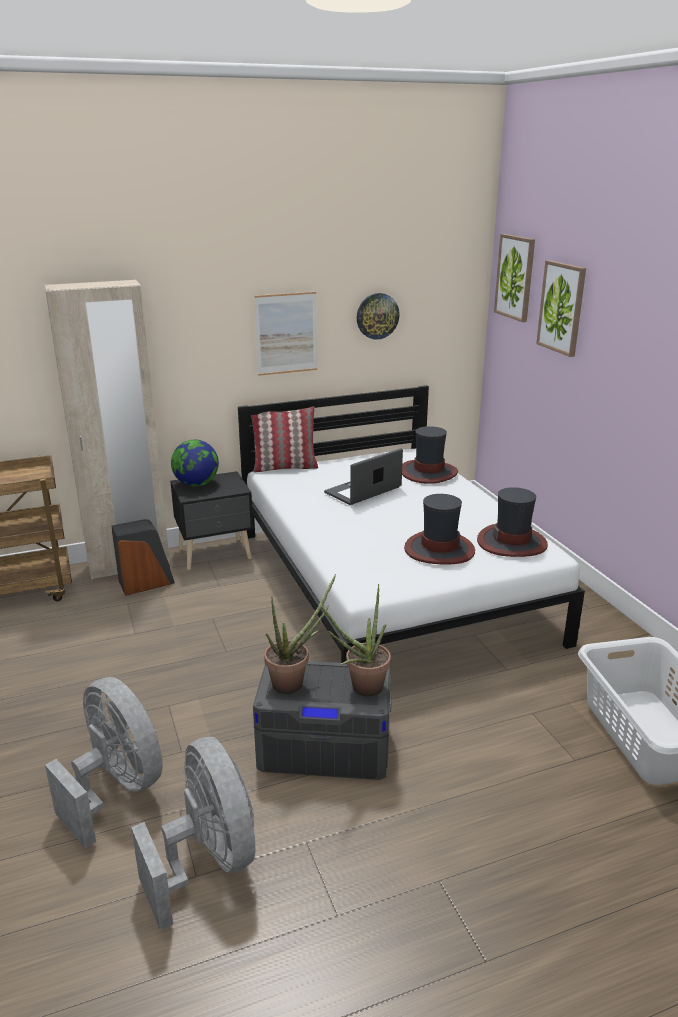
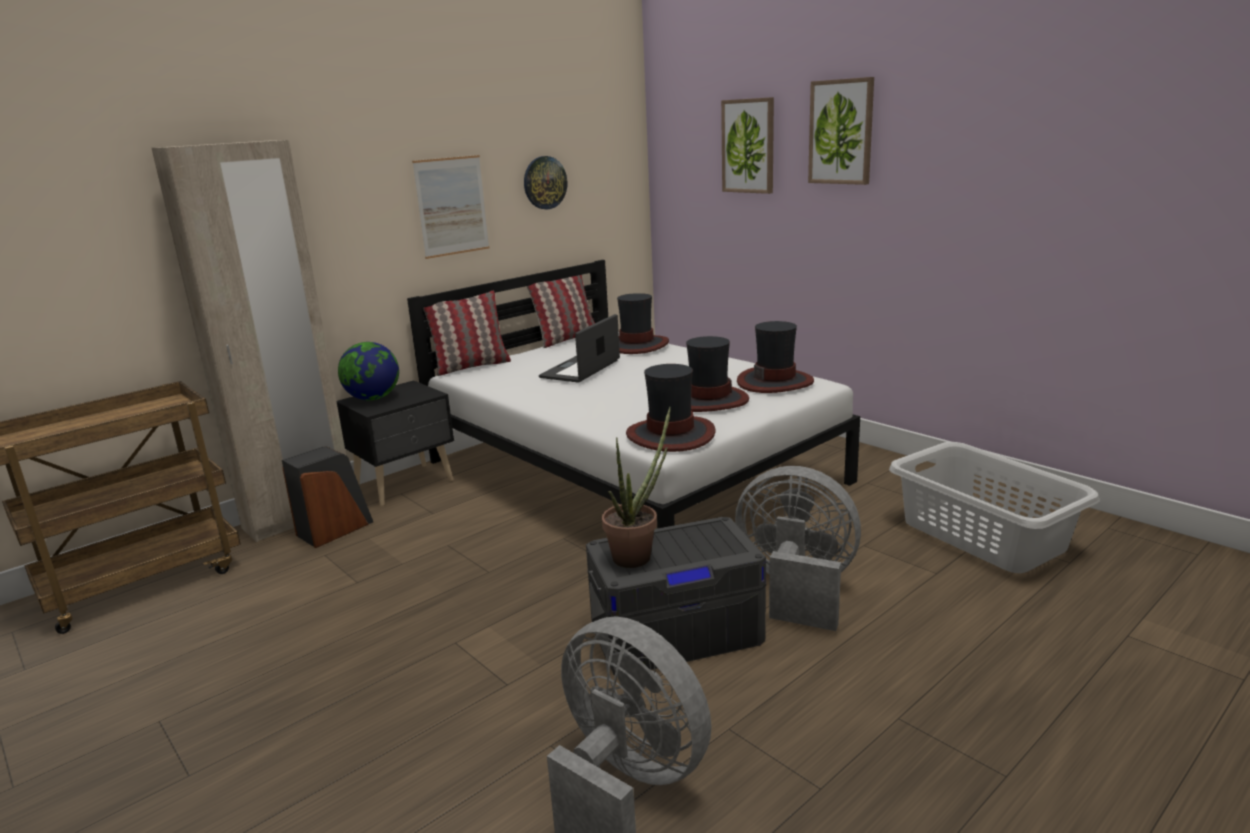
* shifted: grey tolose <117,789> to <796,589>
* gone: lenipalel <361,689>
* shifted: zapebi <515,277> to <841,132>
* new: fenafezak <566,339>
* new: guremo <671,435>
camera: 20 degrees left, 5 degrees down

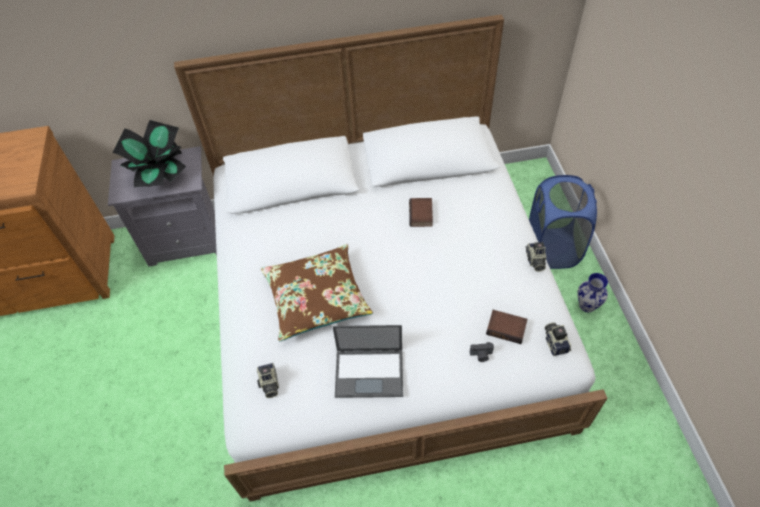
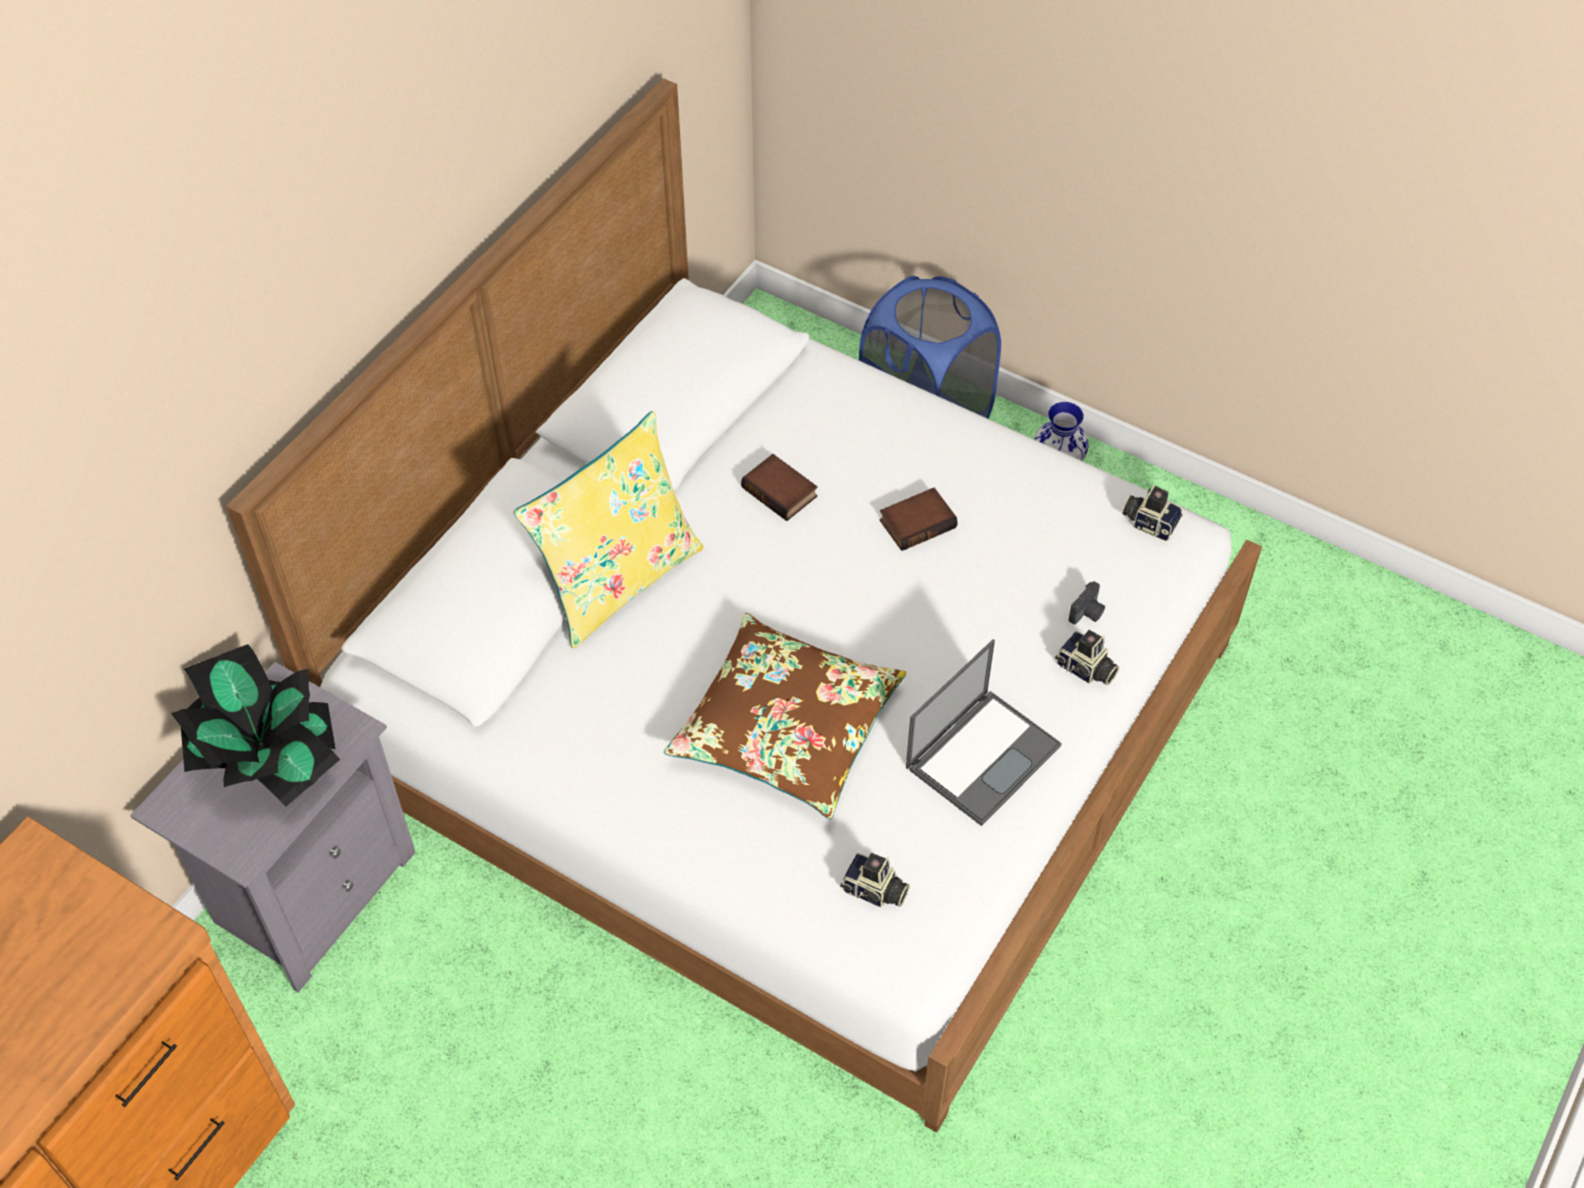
* shifted: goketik <507,328> to <917,522>
* shifted: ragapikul <534,261> to <1086,670>
* new: yellow fenafezak <618,580>
camera: 50 degrees left, 0 degrees up

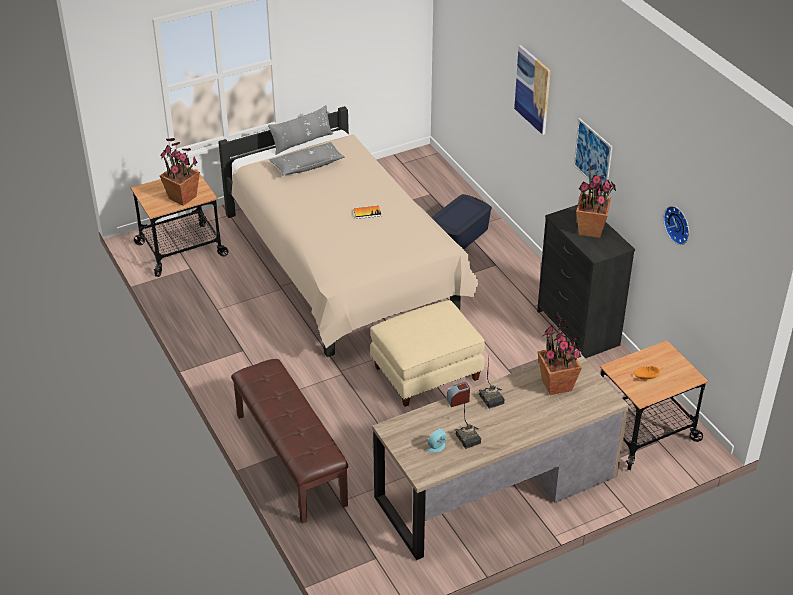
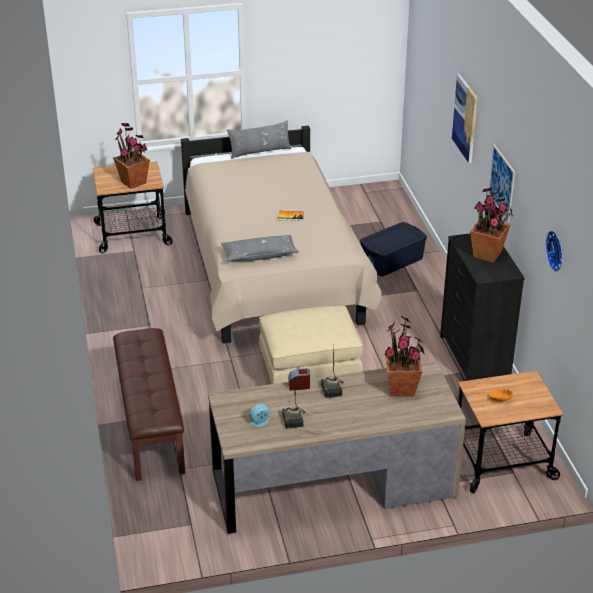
* shifted: grey fenafezak <307,165> to <259,254>
camera: 15 degrees right, 5 degrees down

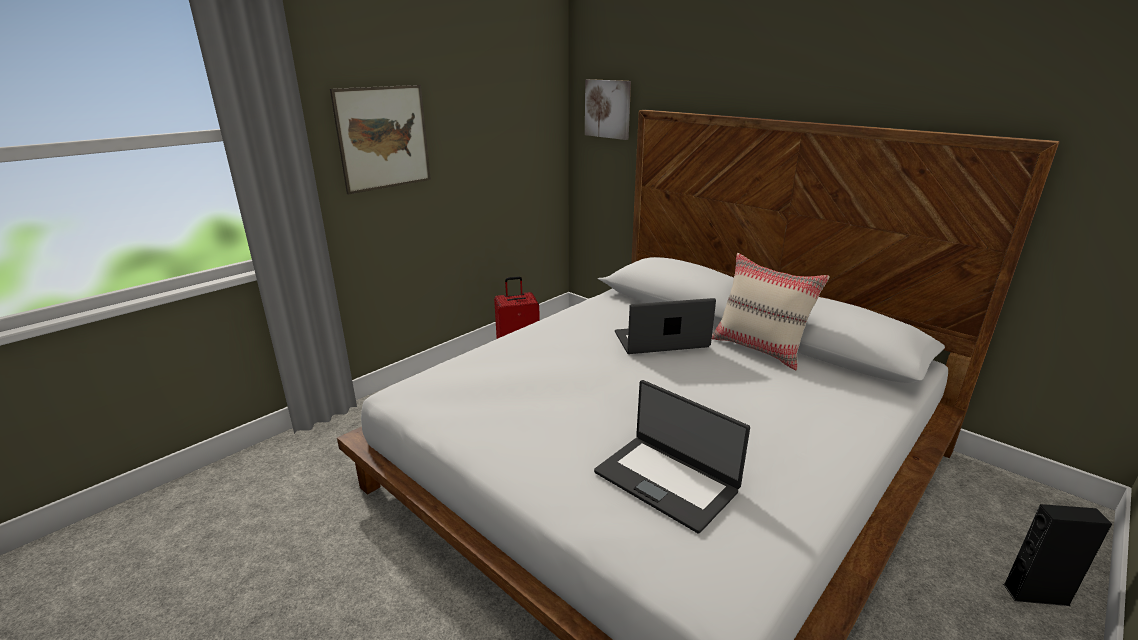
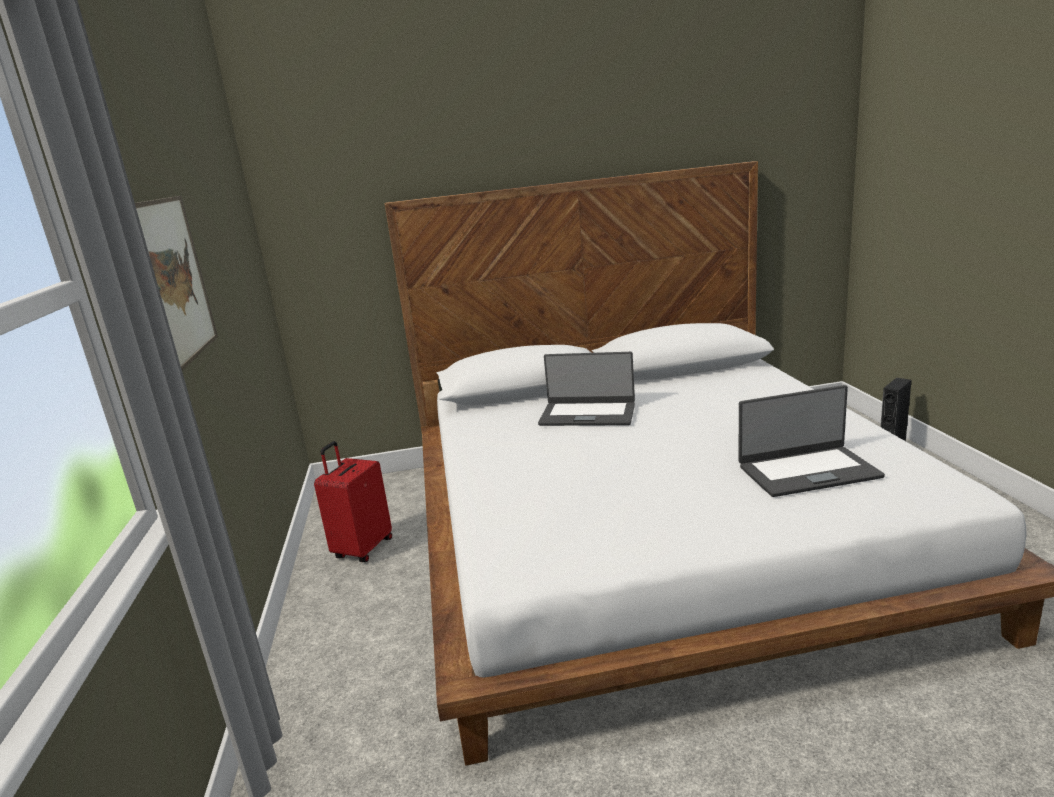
* gone: zapebi <608,109>
* rotated: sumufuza <661,341> = <587,414> 105 degrees counterclockwise
* gone: beige fenafezak <759,349>
camera: 50 degrees left, 5 degrees down

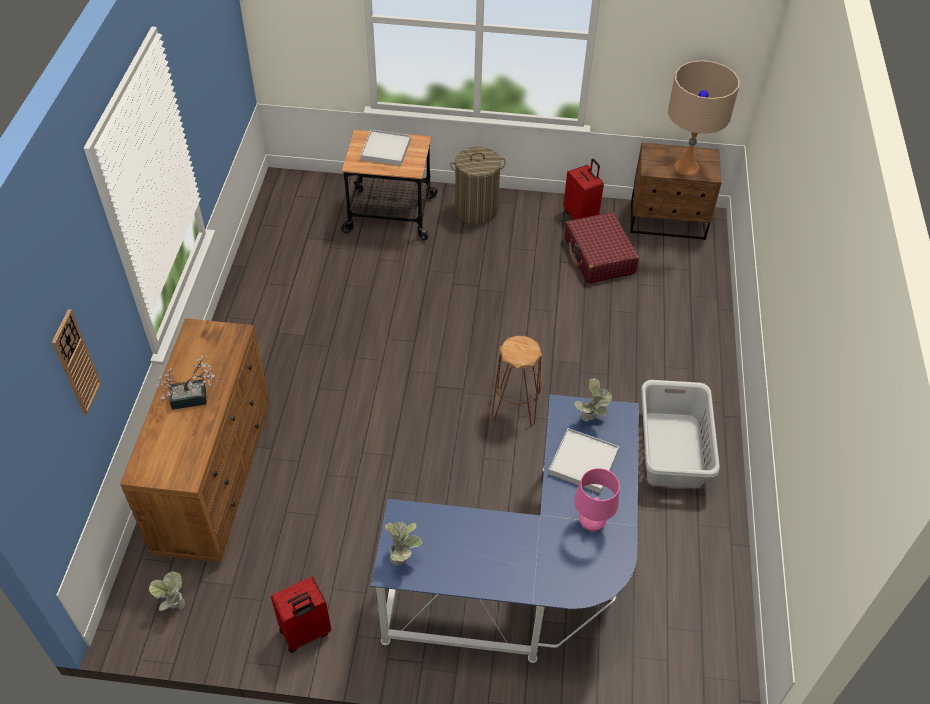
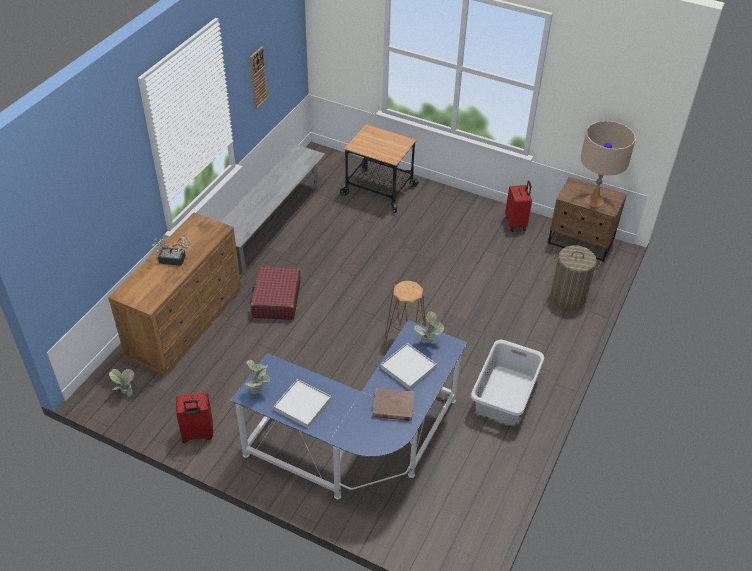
* shifted: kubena <76,363> to <258,78>
* shifted: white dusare <386,150> to <302,405>
* shifted: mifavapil <476,210> to <568,296>
* shifted: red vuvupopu <599,256> to <276,300>
* swapped: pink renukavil <591,523> to brown goketik <393,406>
* new: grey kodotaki <272,223>
camera: 20 degrees right, 5 degrees down

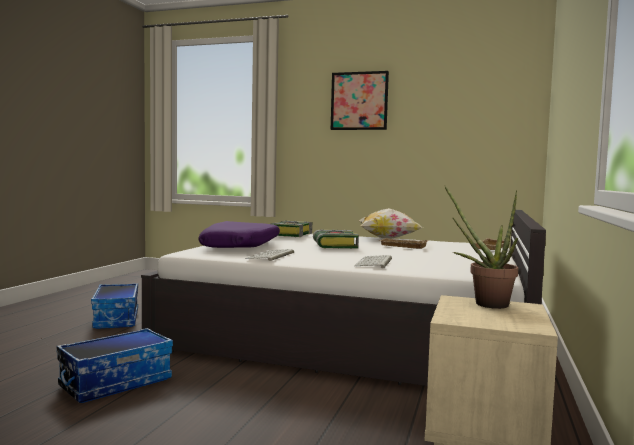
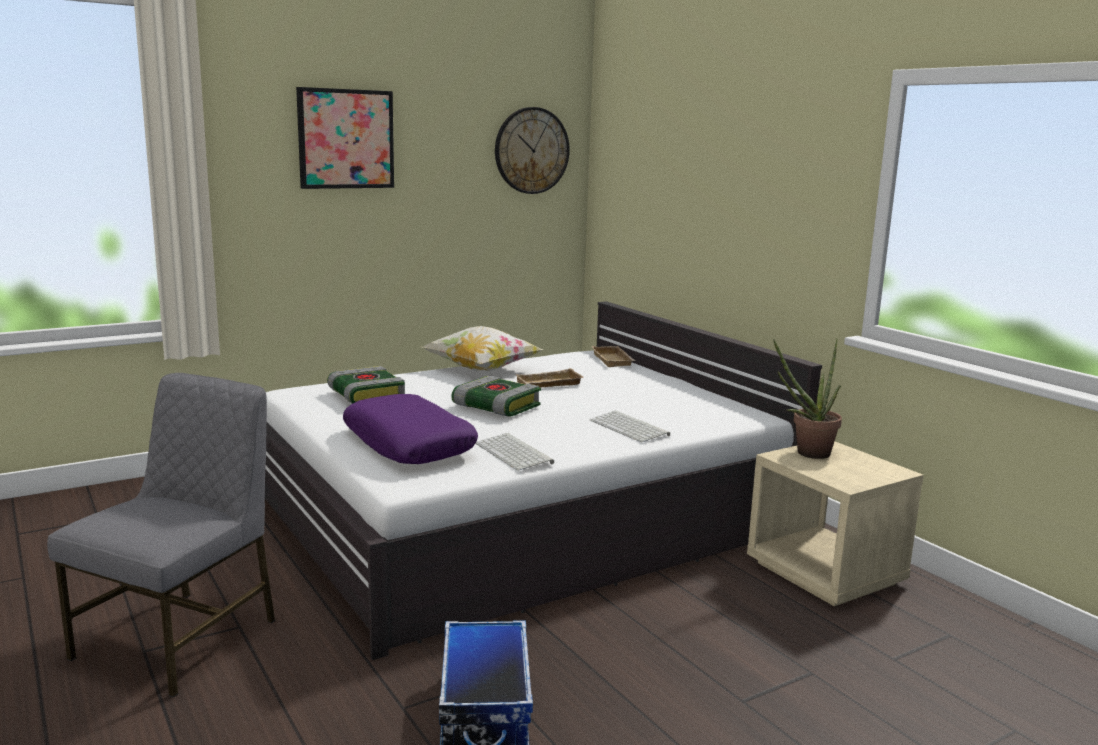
* swapped: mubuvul <117,319> to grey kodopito <181,638>
* new: kubena <531,150>
camera: 50 degrees left, 10 degrees up

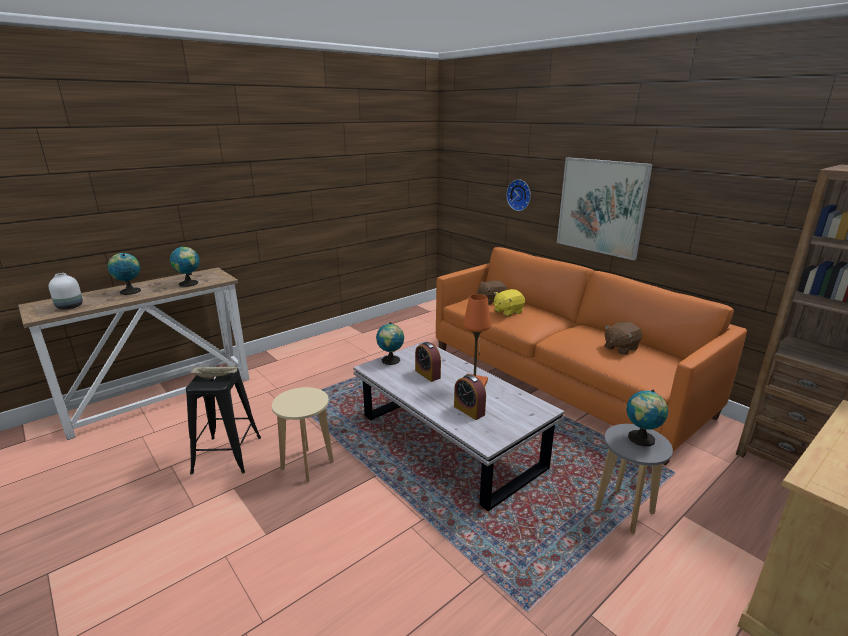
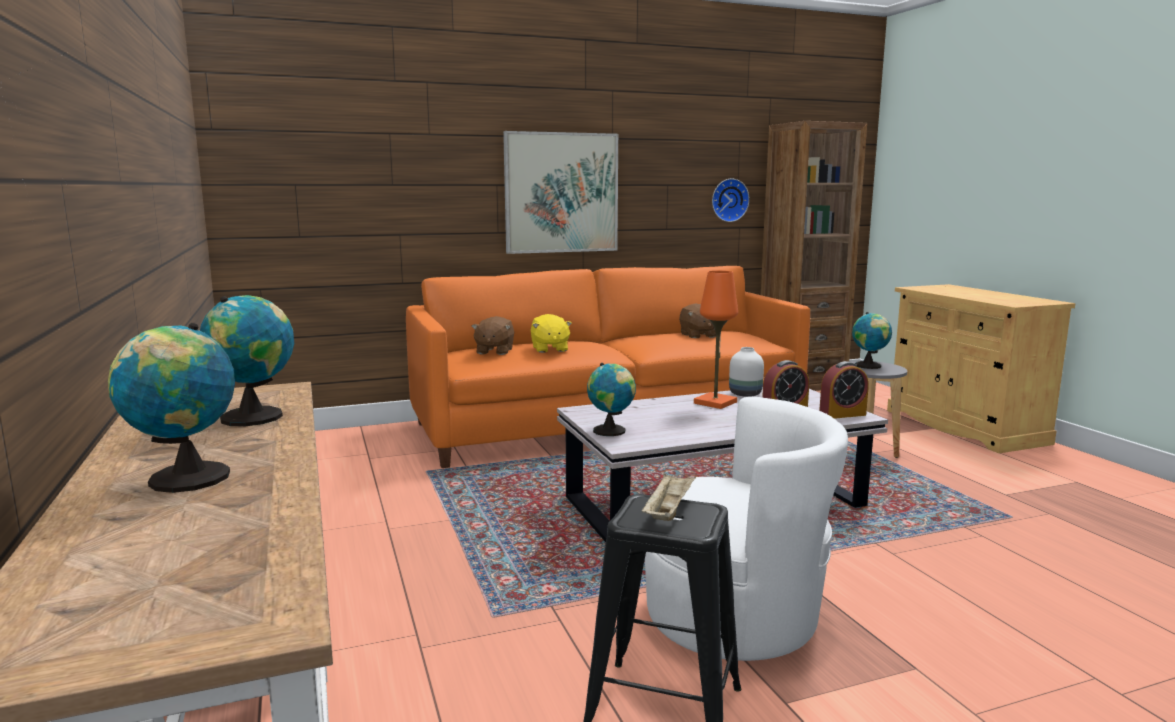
* shifted: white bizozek <69,307> to <745,394>
* swapped: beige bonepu <307,465> to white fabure <735,617>
* shifted: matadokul <427,374> to <842,414>
* shifted: kubena <520,195> to <728,200>
camera: 70 degrees left, 10 degrees down

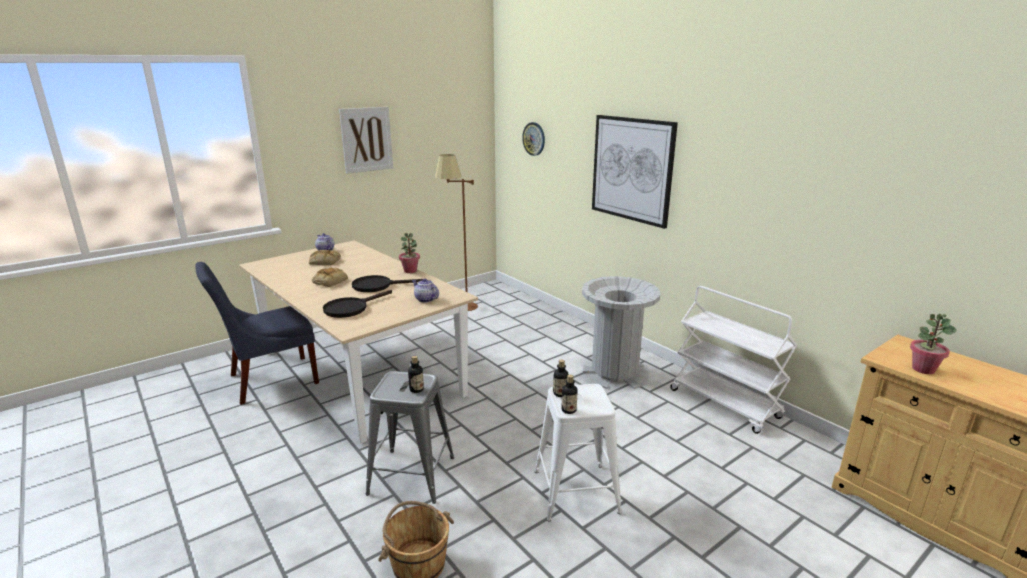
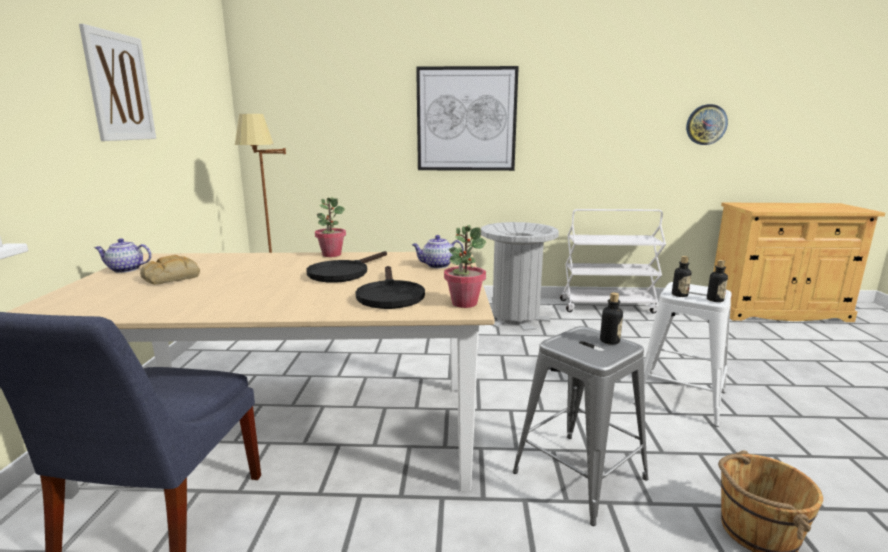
* gone: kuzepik <330,281>
* shifted: kubena <534,139> to <706,124>
* shifted: lenipalel <923,369> to <464,303>
camera: 50 degrees left, 5 degrees down

